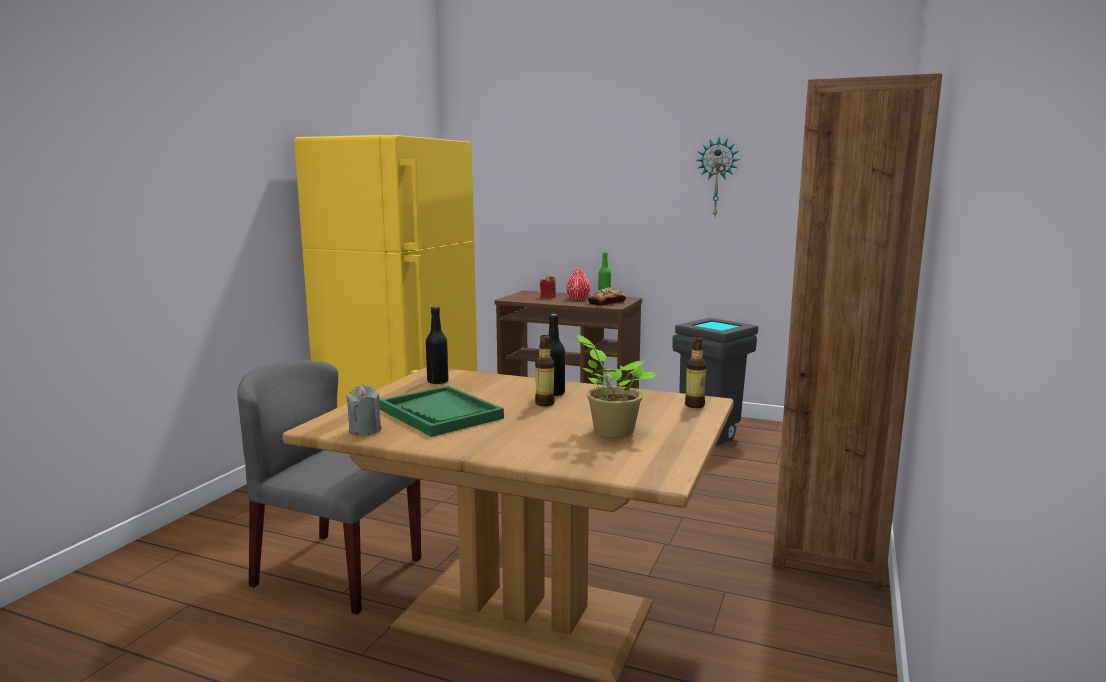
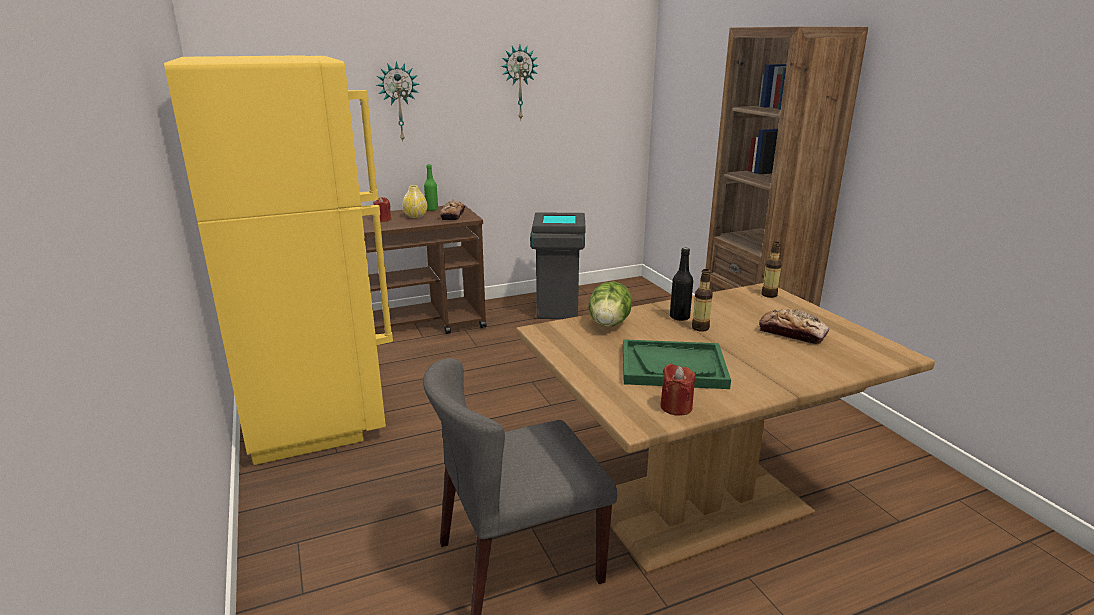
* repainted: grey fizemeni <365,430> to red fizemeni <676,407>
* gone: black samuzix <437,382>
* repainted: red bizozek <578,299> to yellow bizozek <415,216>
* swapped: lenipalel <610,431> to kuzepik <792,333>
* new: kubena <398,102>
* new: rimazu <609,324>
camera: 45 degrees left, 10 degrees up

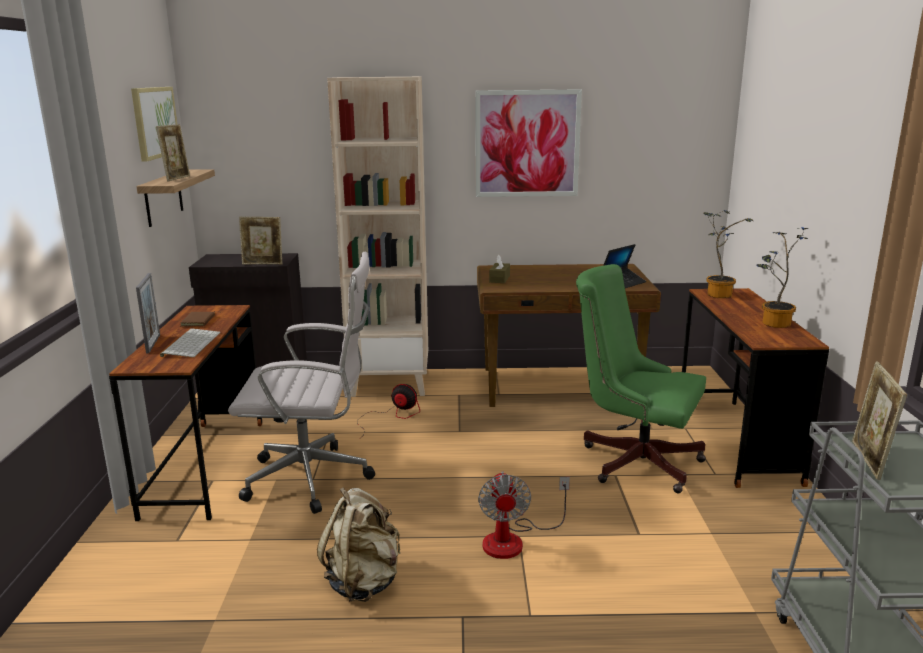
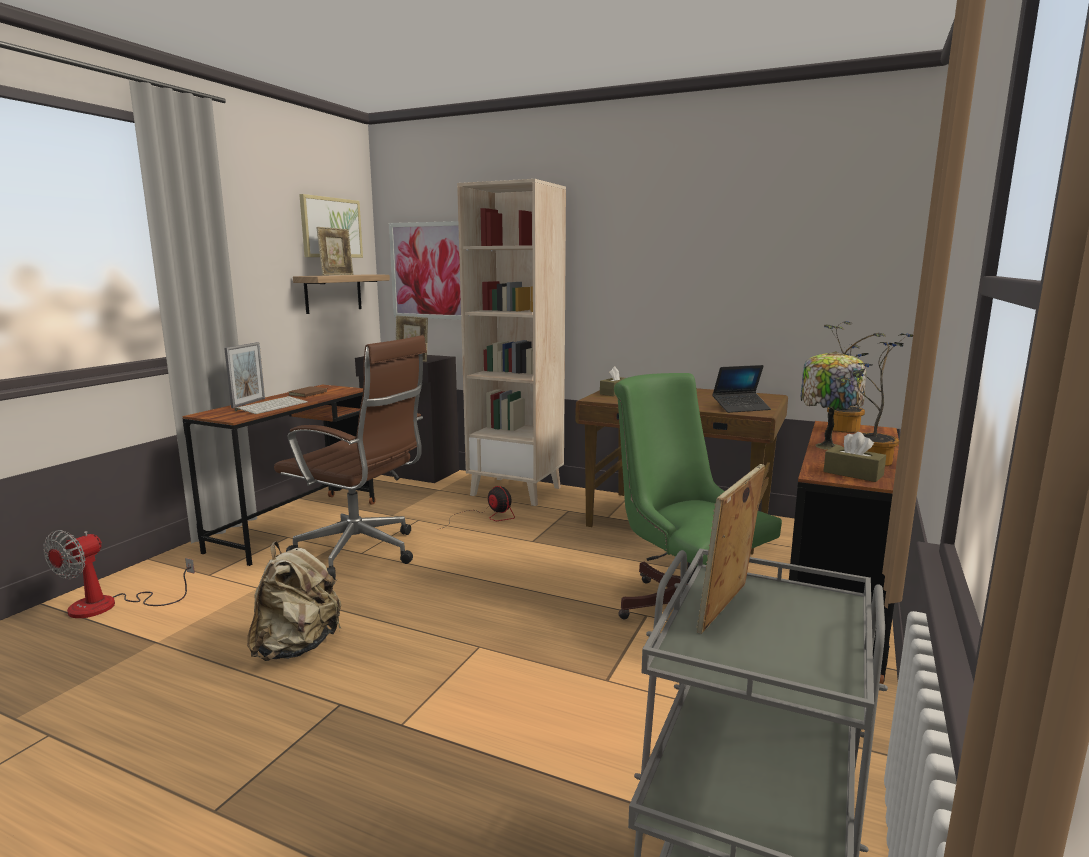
* repainted: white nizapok <314,479> to brown nizapok <362,553>
* shifted: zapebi <527,144> to <431,271>
* shifted: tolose <514,540> to <109,606>
* new: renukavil <827,445>
* new: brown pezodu <853,474>
camera: 25 degrees right, 5 degrees down

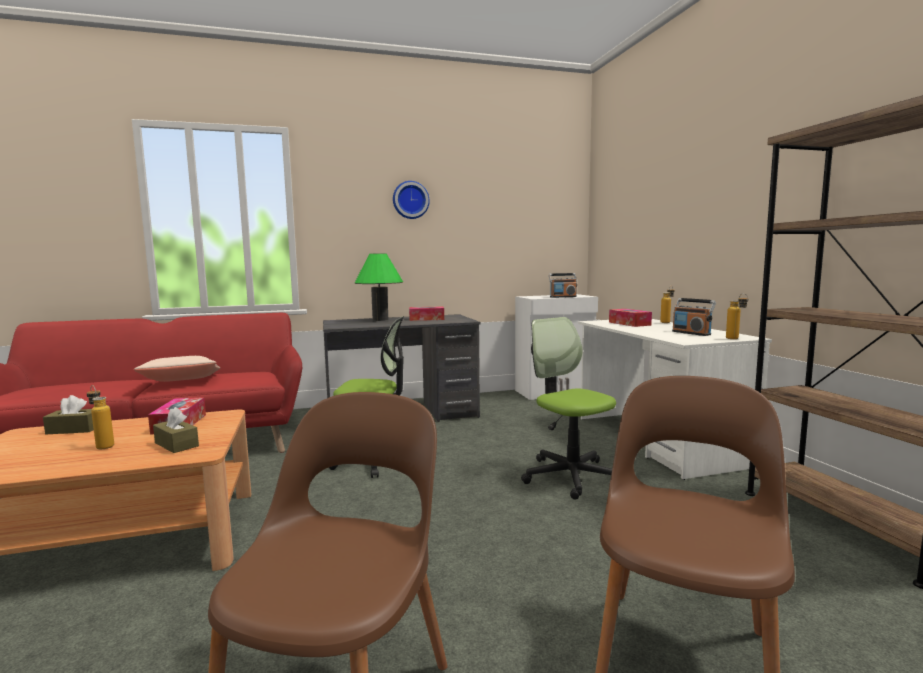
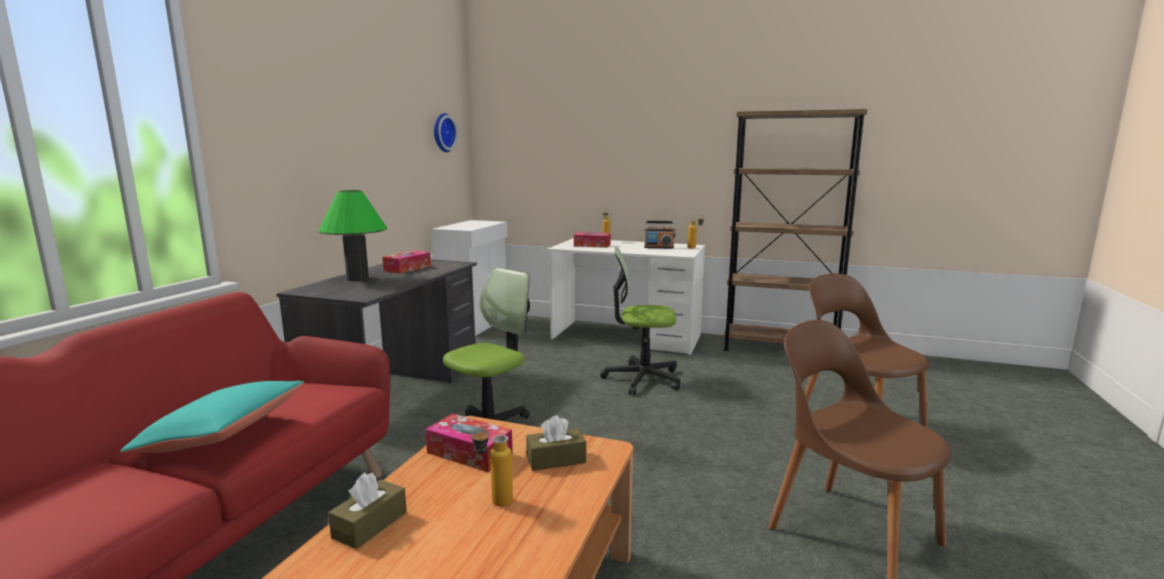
* repainted: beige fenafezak <182,382> to turquoise fenafezak <222,436>
* shifted: kubena <410,200> to <442,132>
* gone: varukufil <563,297>
camera: 55 degrees left, 5 degrees up

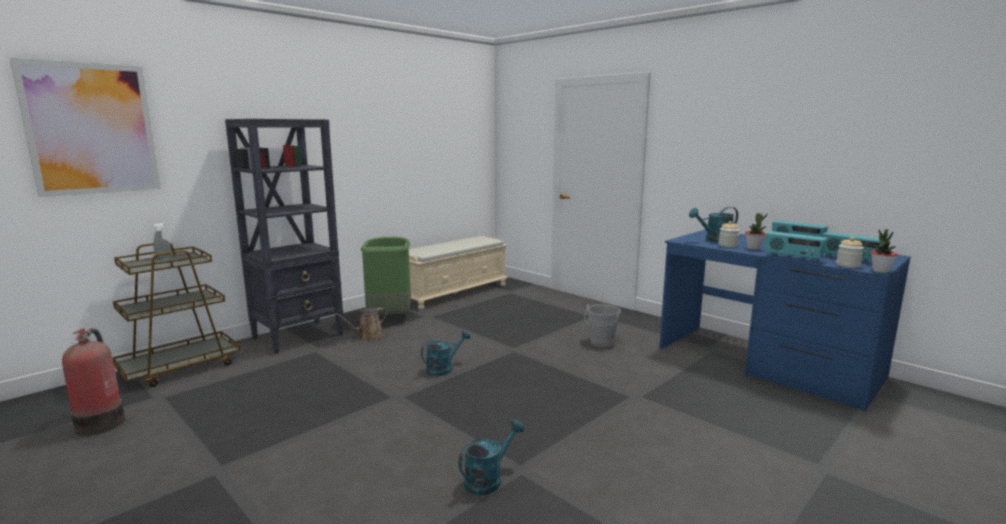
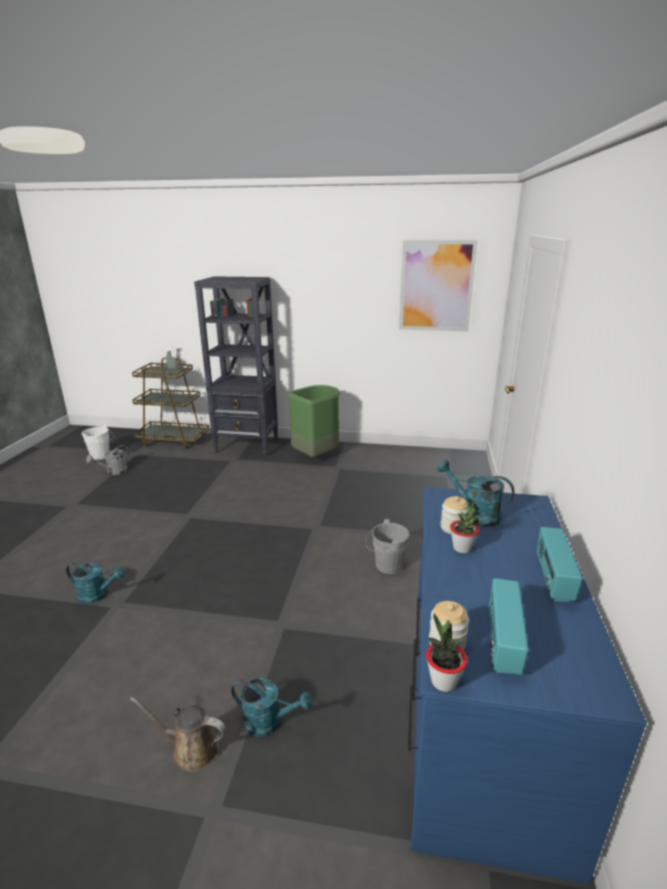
* shifted: zapebi <91,129> to <436,286>
* swapped: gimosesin <101,423> to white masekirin <101,456>
* shifted: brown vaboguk <368,336> to <191,749>
* gone: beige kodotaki <454,292>
* shifted: turquoise vaboguk <443,368> to <269,722>
* gone: varukufil <792,258>
* new: grey vaboguk <114,472>
camera: 55 degrees right, 10 degrees up

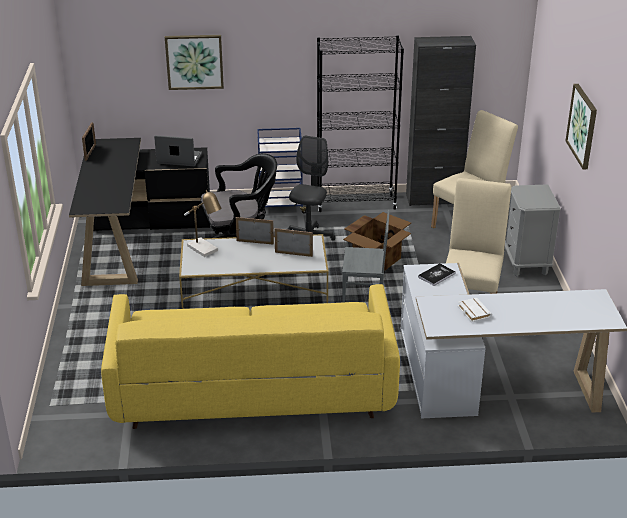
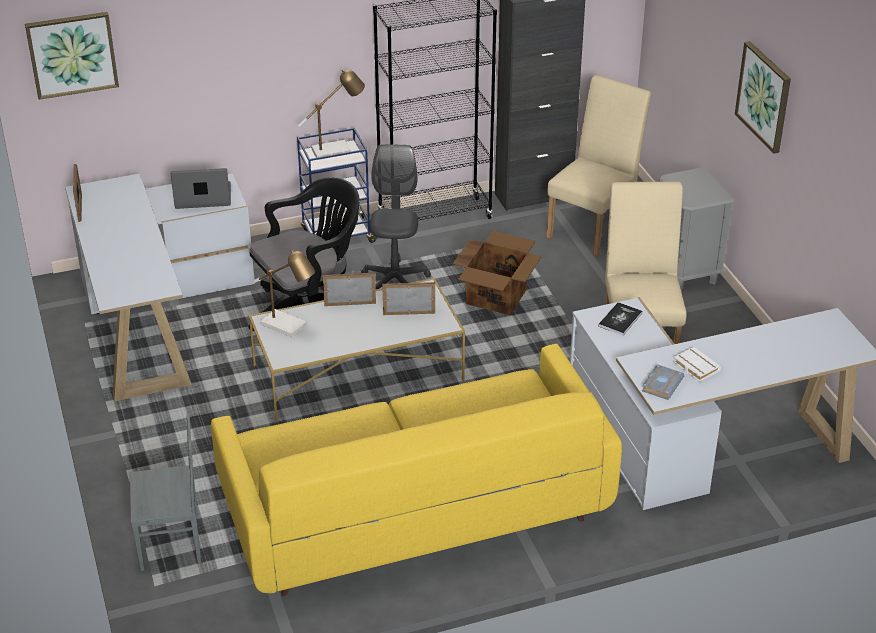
* repainted: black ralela <134,238> to white ralela <155,316>
* shifted: zapebi <194,61> to <72,54>
* shifted: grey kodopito <364,299> to <171,544>
* new: renukavil <336,150>
* new: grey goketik <661,384>
camera: 15 degrees left, 5 degrees up

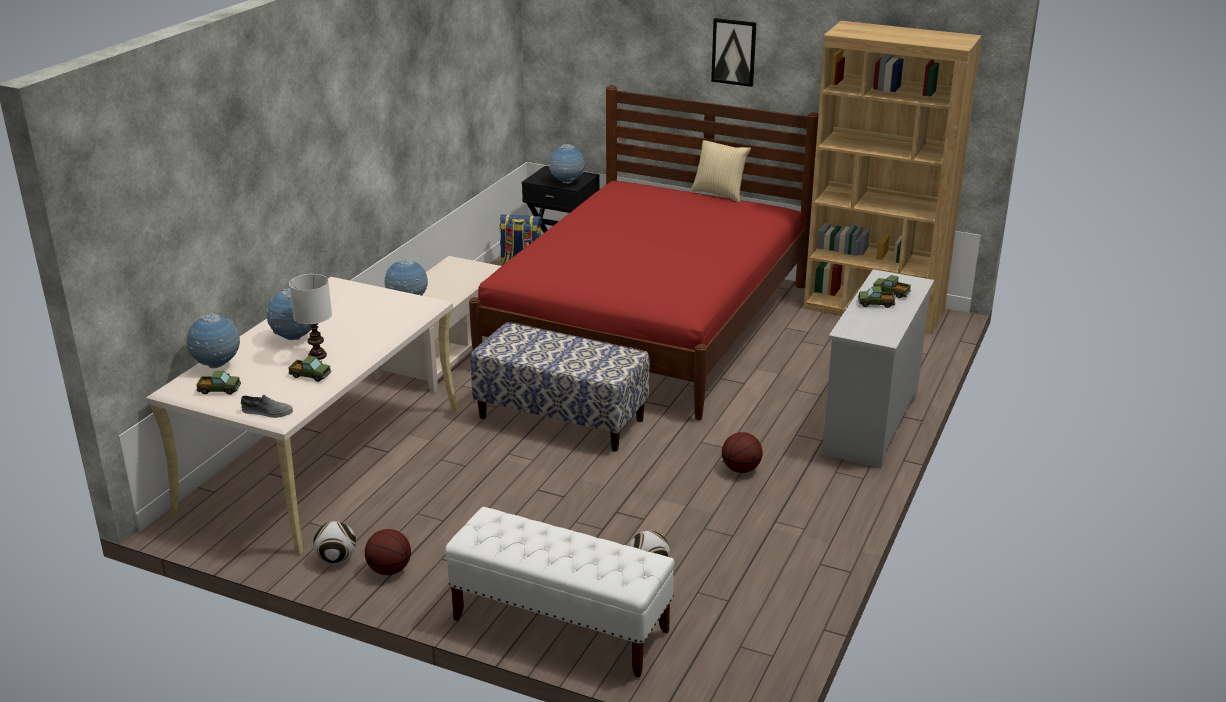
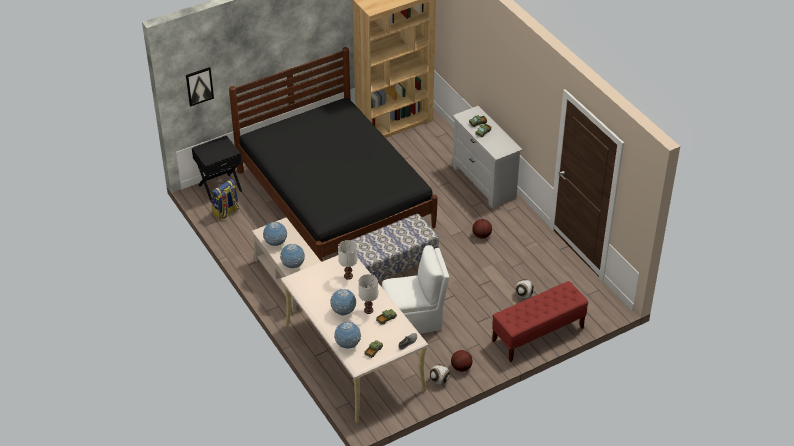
* repainted: white kodotaki <560,626> to red kodotaki <537,335>
* repainted: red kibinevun <649,325> to black kibinevun <335,199>
* shifted: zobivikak <567,182> to <275,243>
* gone: fenafezak <720,193>
* shifted: zapebi <734,52> to <199,86>
* new: white renukavil <348,276>
* new: white kodopito <413,319>
camera: 55 degrees left, 15 degrees up

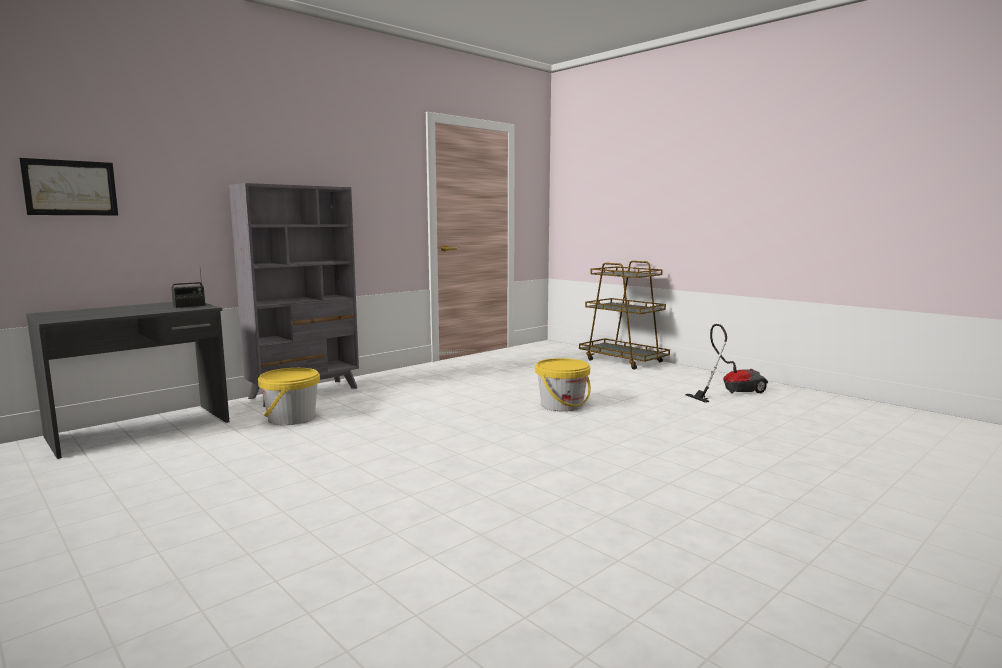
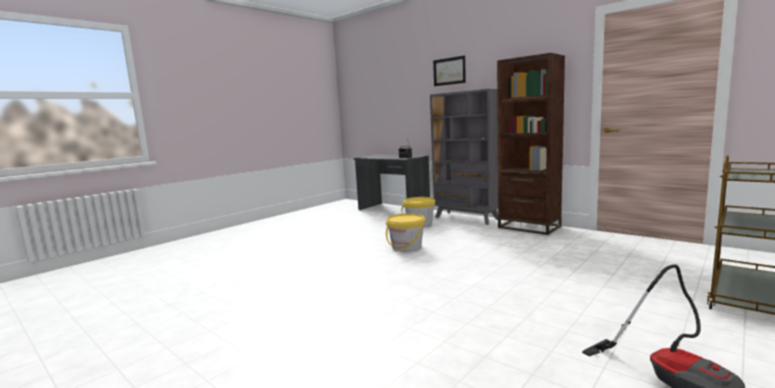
* shifted: zapebi <71,188> to <449,71>
* shifted: yellow masekirin <562,405> to <406,247>
* new: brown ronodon <529,227>
camera: 85 degrees right, 0 degrees up

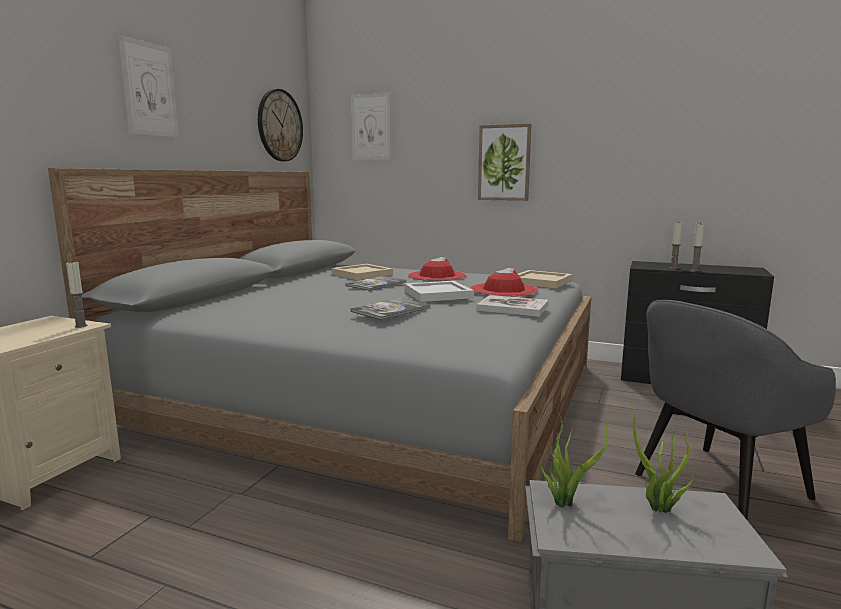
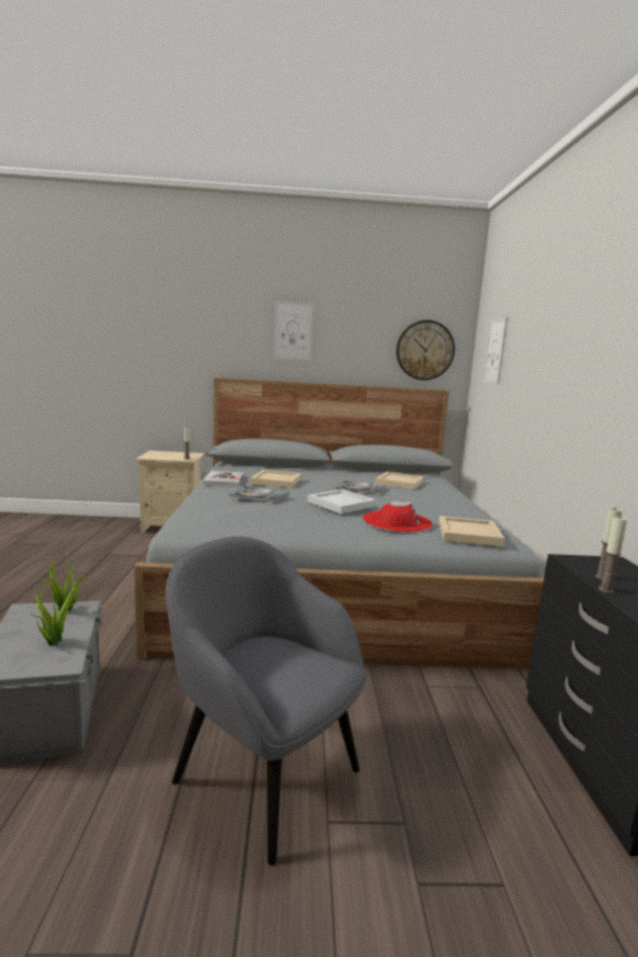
* gone: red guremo <437,276>
* shifted: goketik <512,308> to <224,480>
* gone: zapebi <504,163>
* new: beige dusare <276,481>
camera: 65 degrees right, 0 degrees up

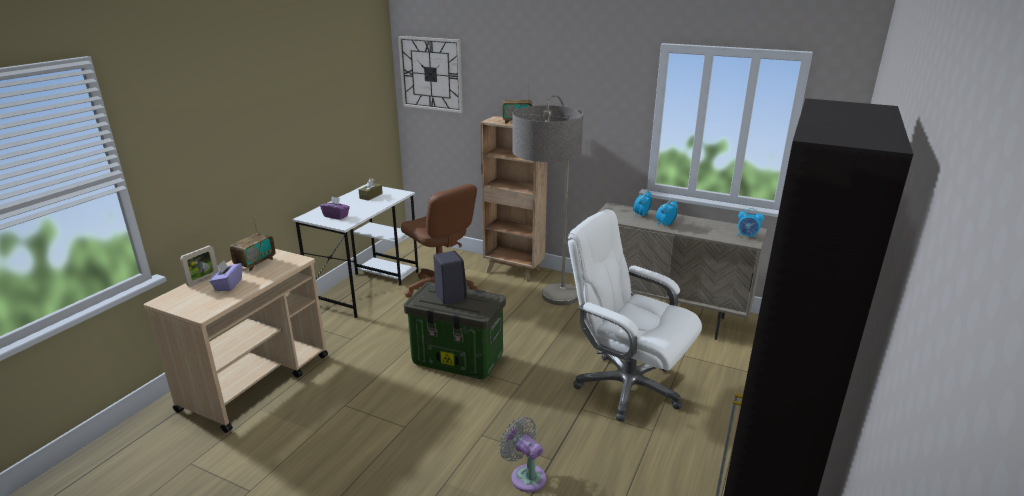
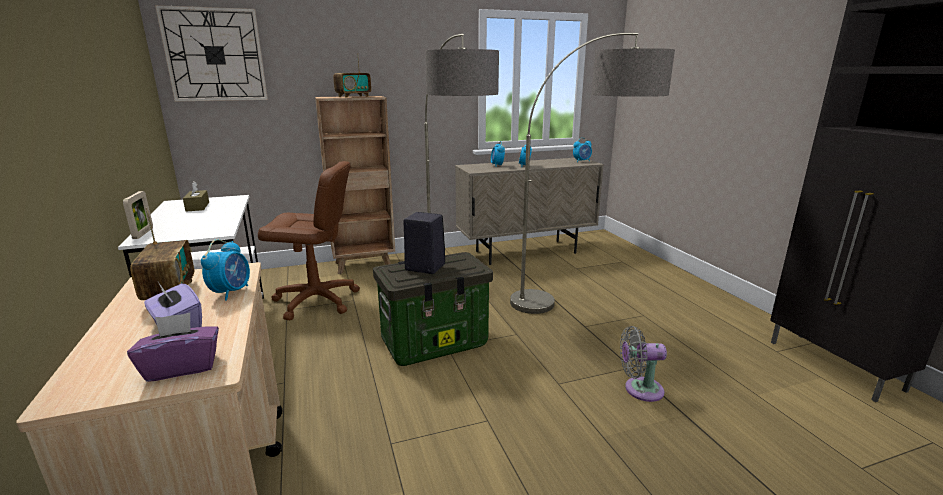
* shifted: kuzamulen <203,280> to <143,233>
* shifted: purple pezodu <336,216> to <182,367>
* swapped: white nizapok <626,387> to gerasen <582,299>
* new: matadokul <231,292>
camera: 45 degrees left, 5 degrees down

